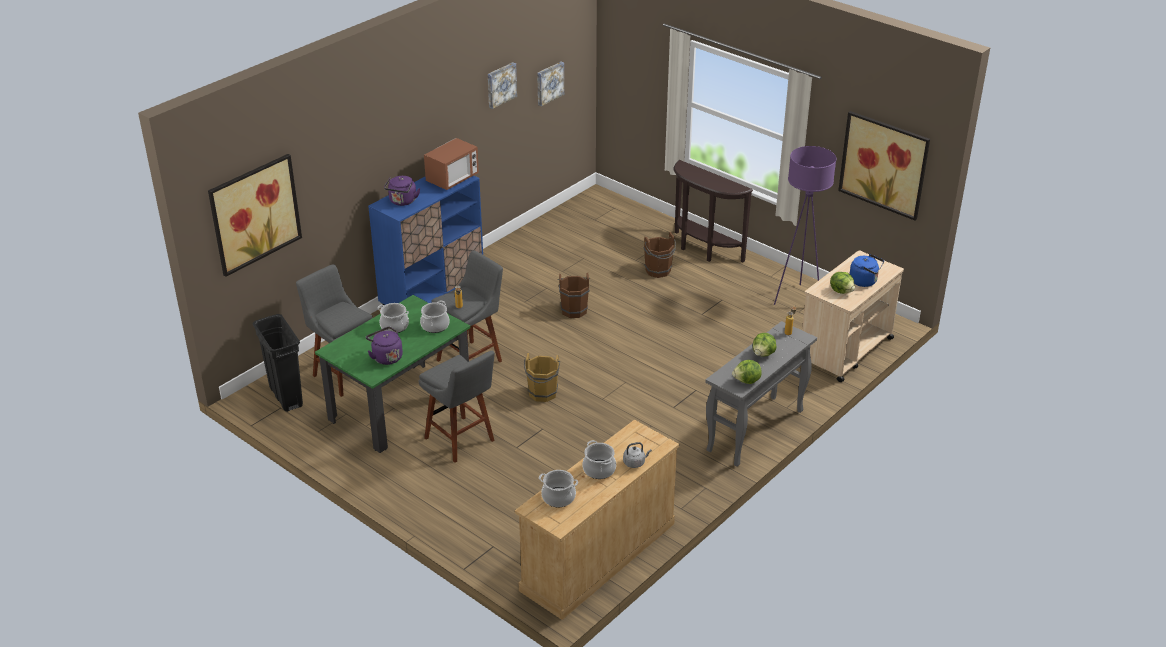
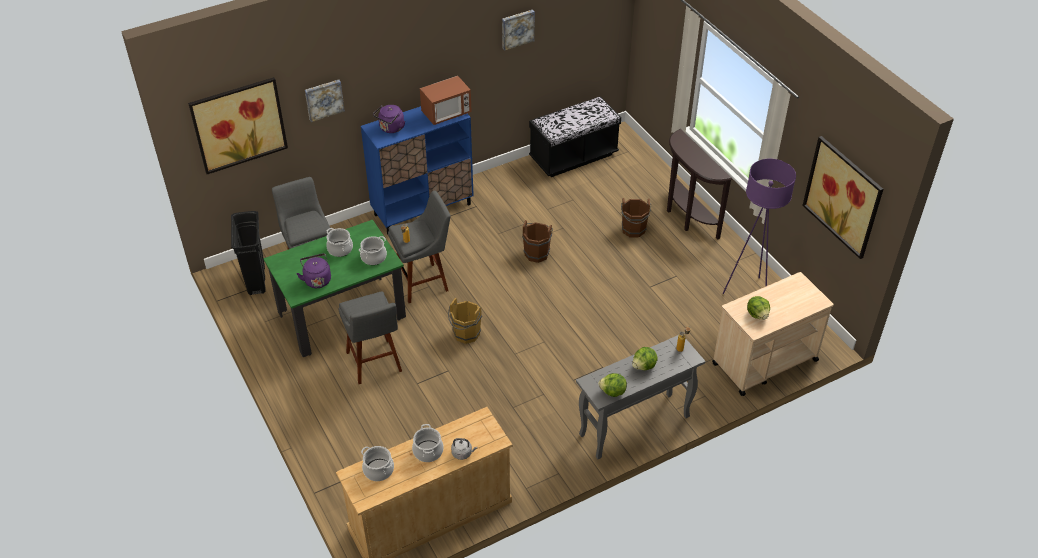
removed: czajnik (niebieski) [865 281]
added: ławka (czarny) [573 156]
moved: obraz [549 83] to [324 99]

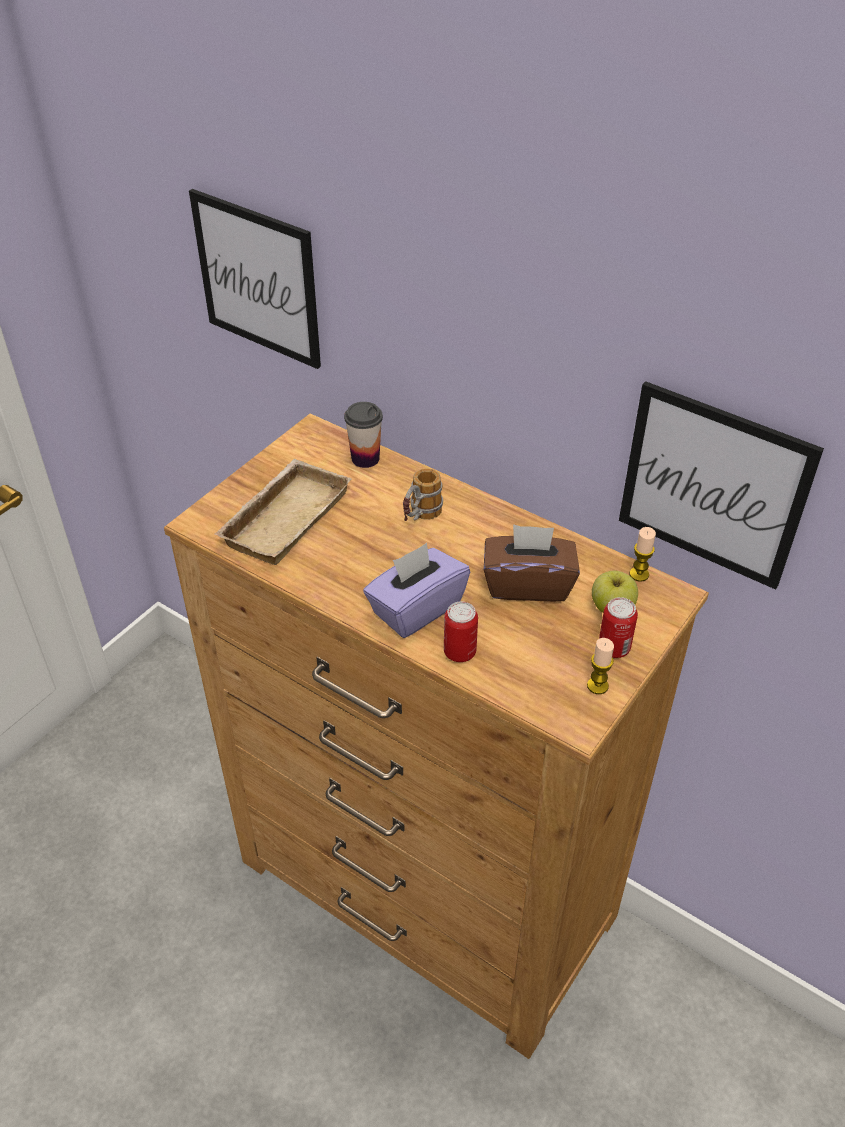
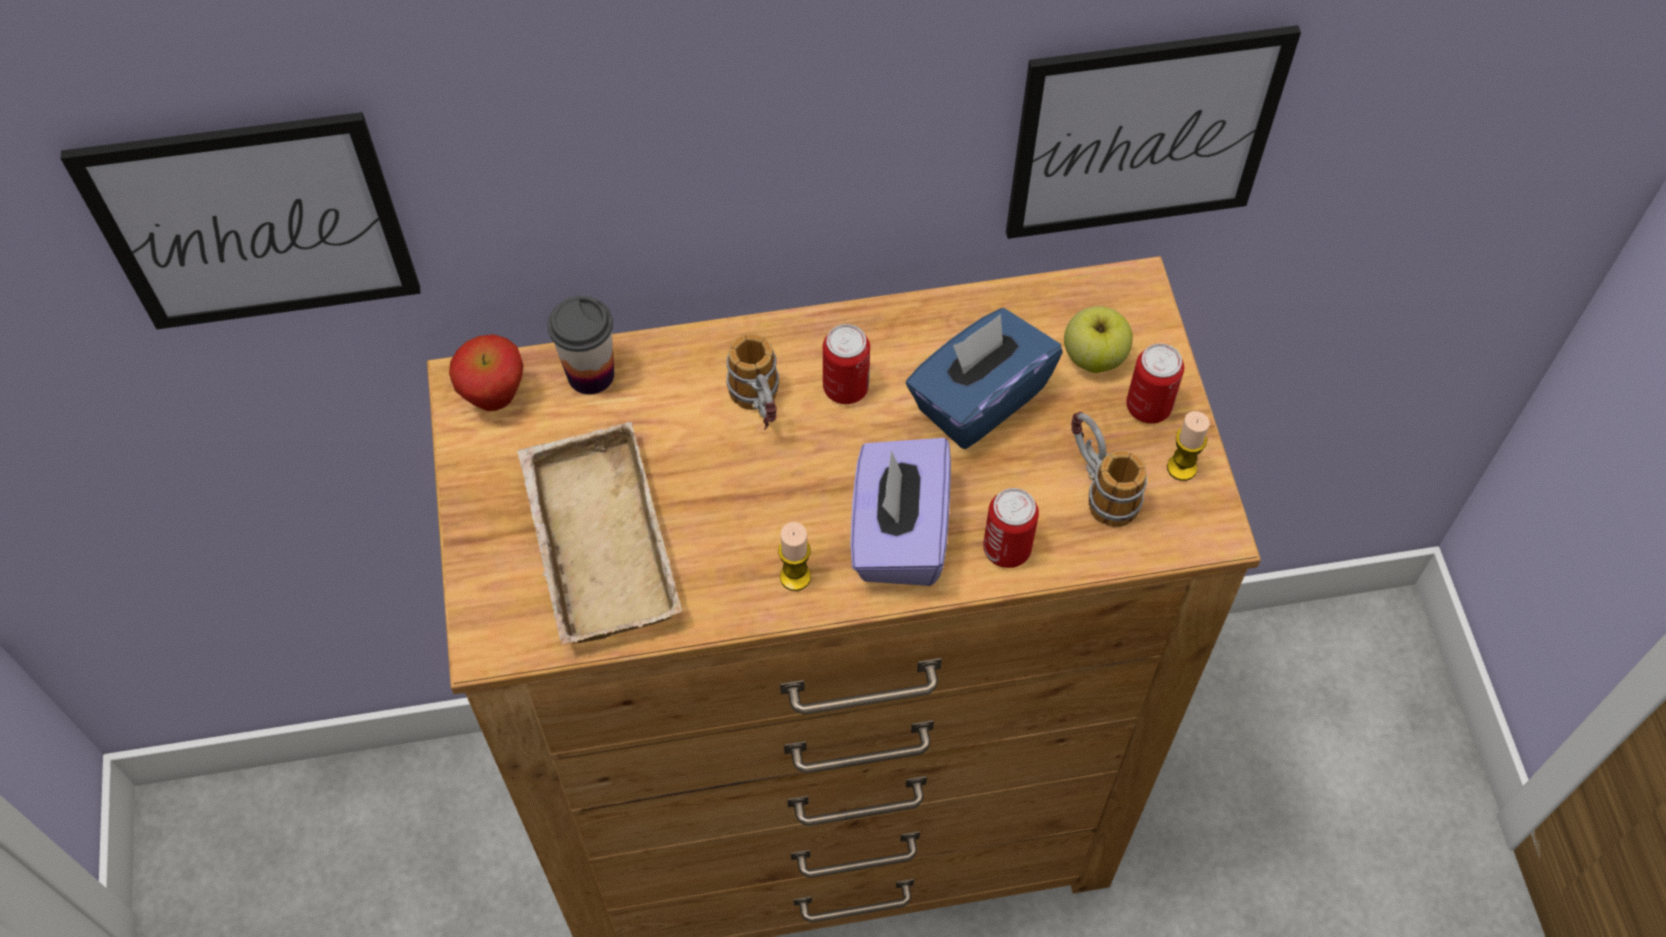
added: jabłko [495 398]; puszka [845 388]; kubek [1098 487]
moved: świeca [639 574] to [795 577]
recoloured: pudełko chusteczek (brązowy) [528 584] to pudełko chusteczek (niebieski) [978 399]

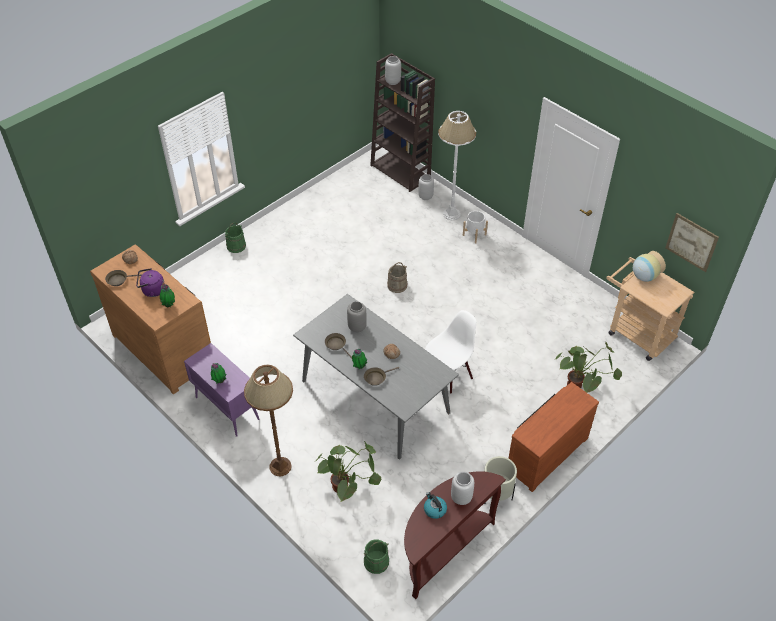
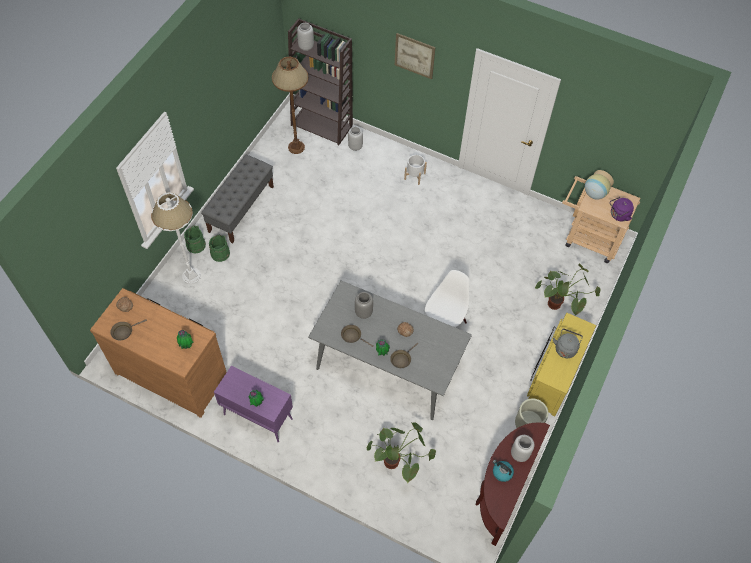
removed: wiadro (beżowy) [397 285]
added: ławka (szary) [241 209]; czajnik (szary) [565 348]
moved: czajnik (fioletowy) [152 291] to [618 215]; lampa stojąca (brązowy) [280 466] to [296 147]; wiadro (zielony) [376 561] to [220 253]; lampa stojąca (biały) [451 214] to [191 276]; obraz [691 242] to [414 55]
recoloured: komoda (brązowy) [545 453] to komoda (żółty) [553 376]

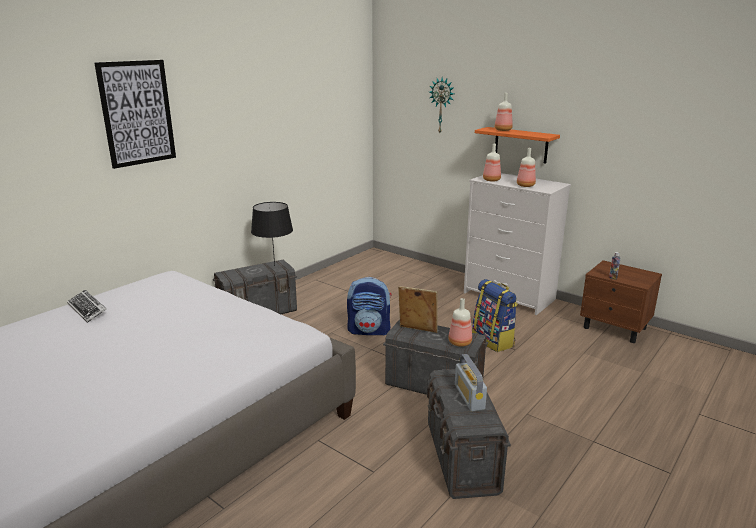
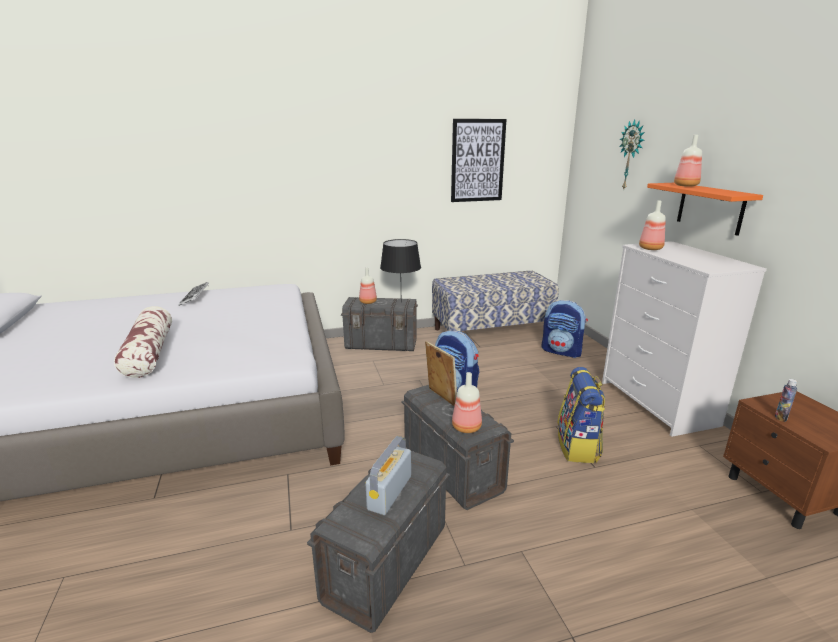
added: poduszka [149 353]; ławka [491 331]; plecak [562 351]
moved: obraz [137 113] to [477 161]; butelka [525 185] to [367 302]

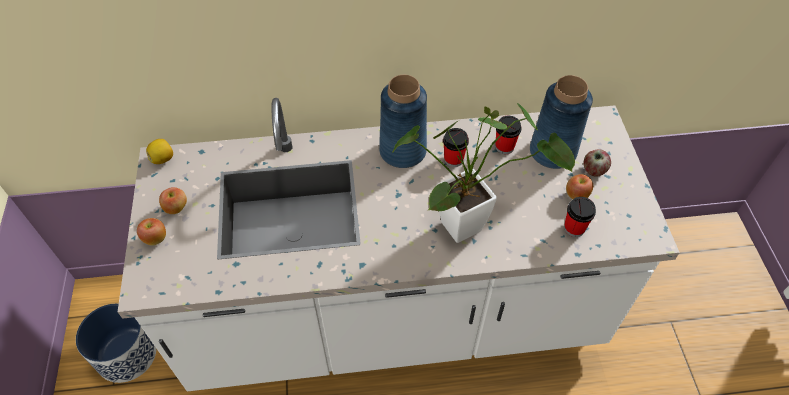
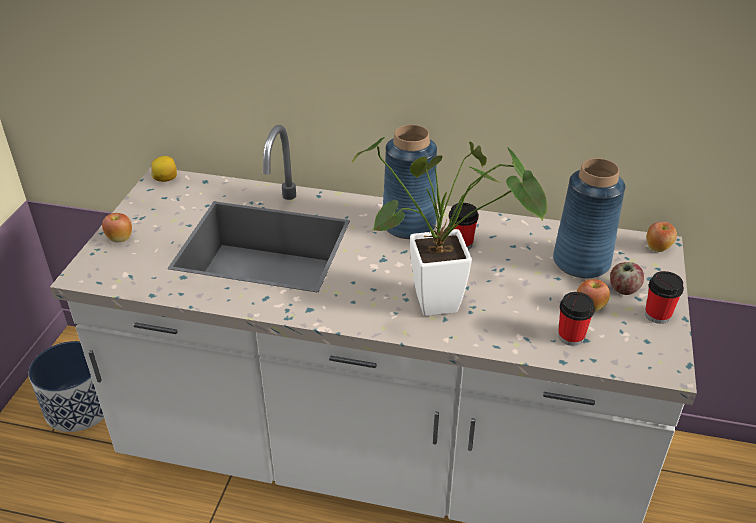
moved: jabłko [176 208] to [658 248]; filiżanka [504 147] to [657 315]

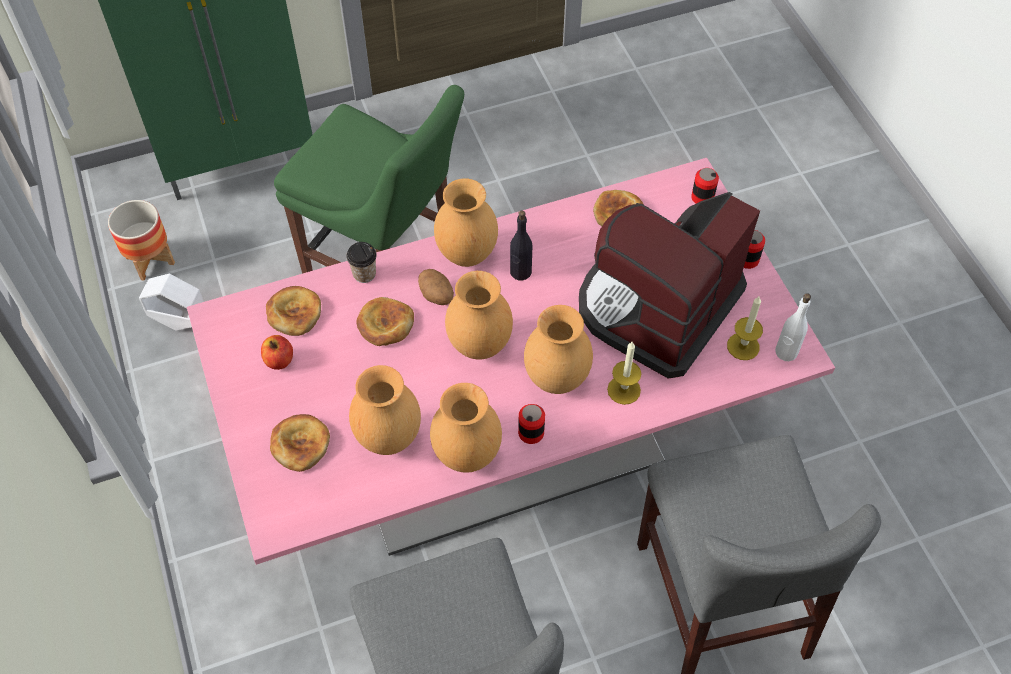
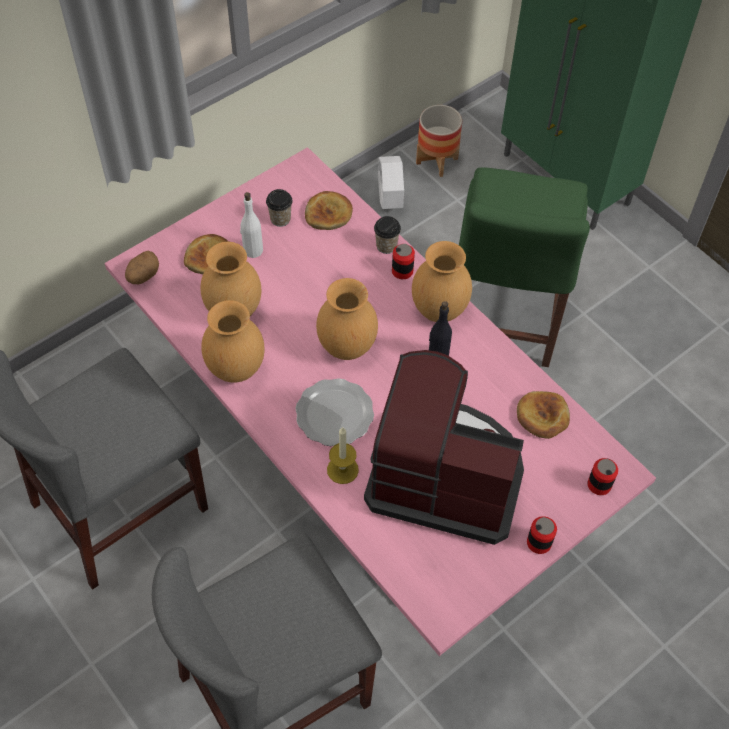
removed: chleb [385 324]; świeca [743 346]
moved: ziemniak [437 296] to [143 276]; puszka [531 433] to [402 271]; butelka (biały) [786 352] to [253 250]
replaced: jabłko [279 360] to filiżanka [280 219]; wazon (brązowy) [556 380] to talerz [333 414]

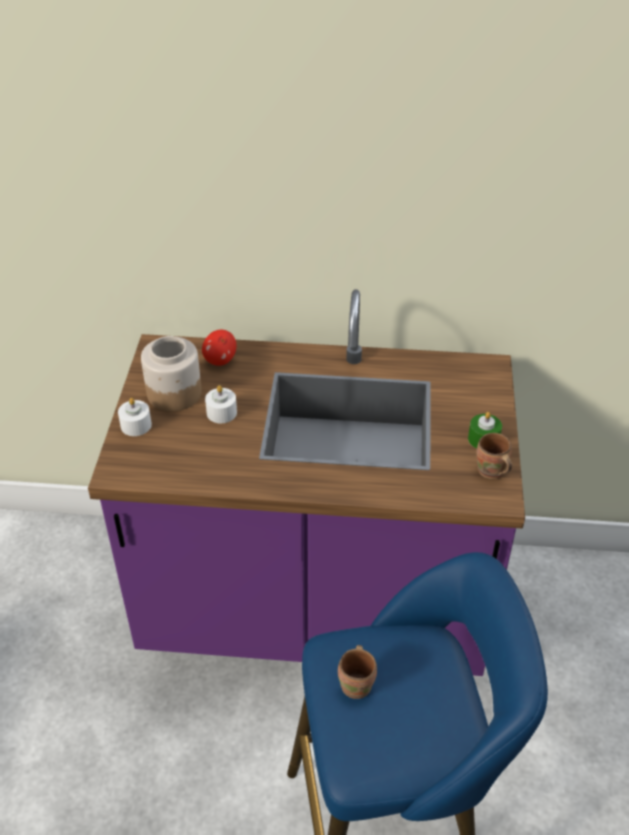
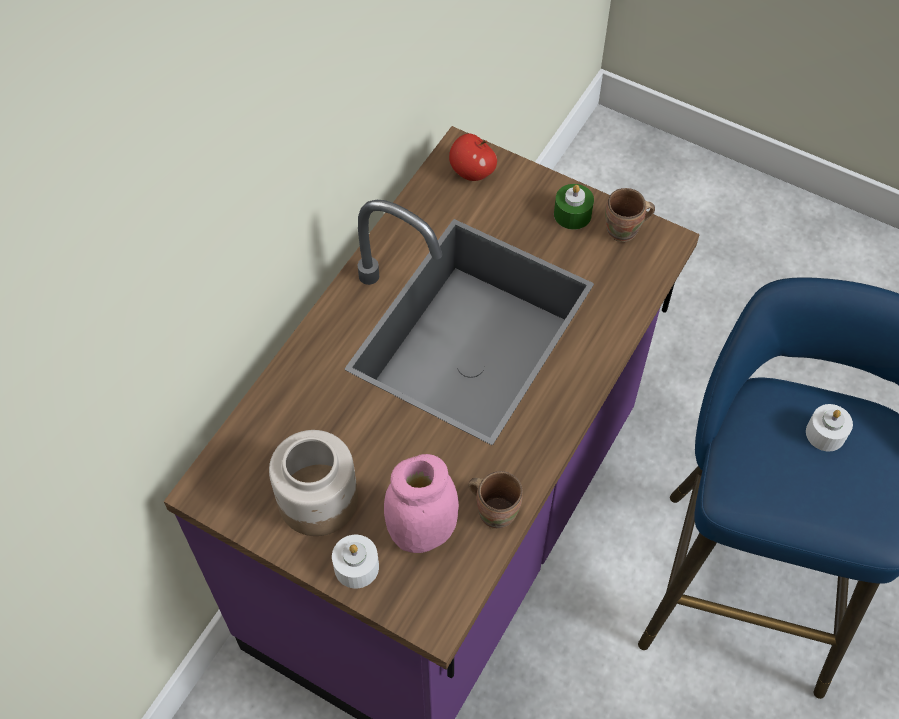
added: słoik (różowy) [422 532]
moved: jabłko [220 360] to [472 172]; świeca (biały) [221 412] to [825 433]; kubek (brązowy) [358 684] to [496 510]

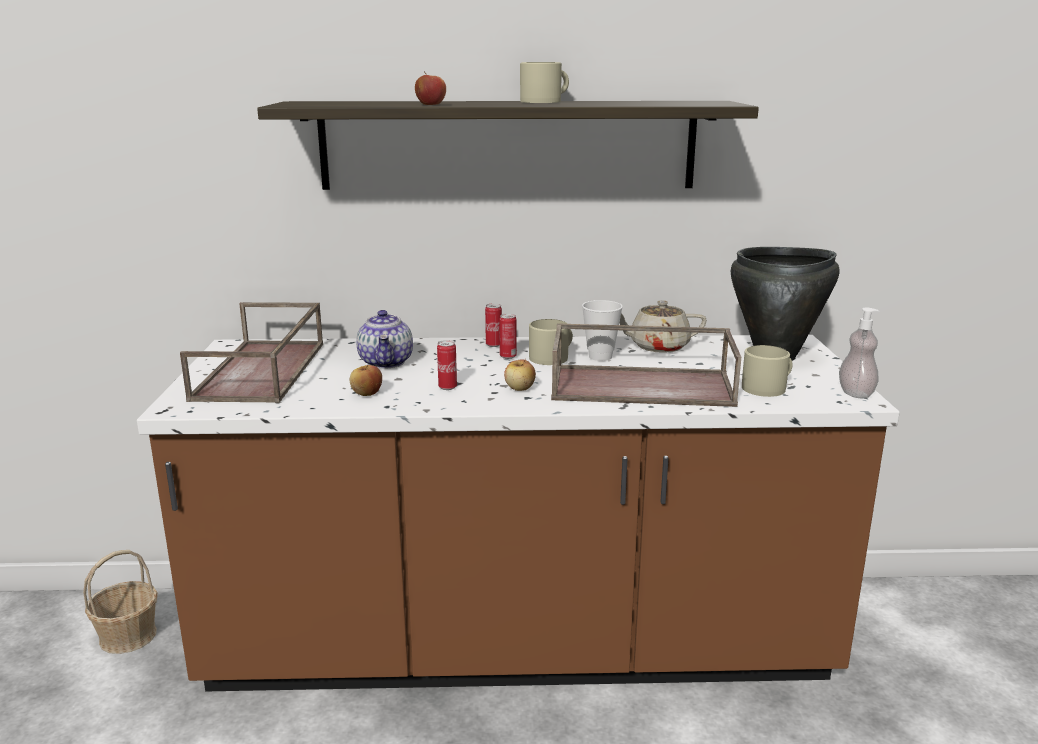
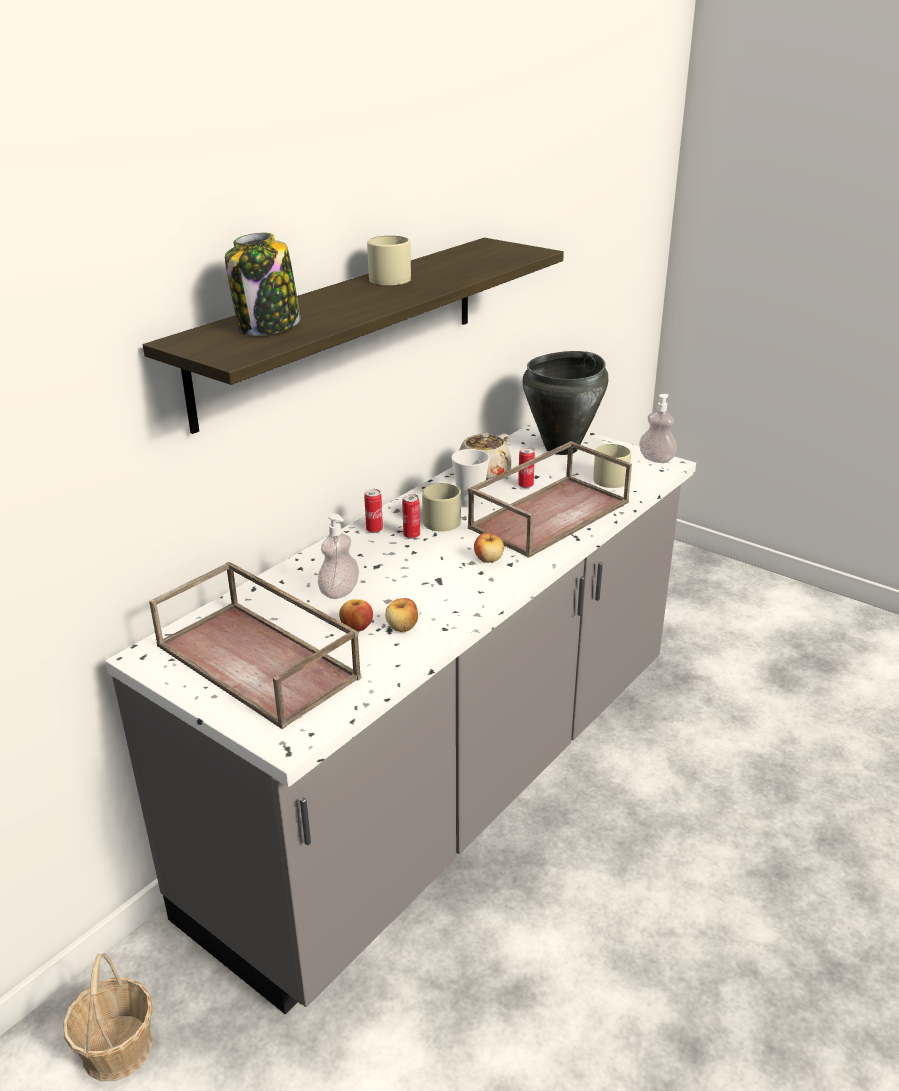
added: słoik [268 327]
moved: jabłko [430 104] to [356 627]; puszka [447 387] to [525 485]
replaced: imbryk [386 362] to dozownik mydła [339 591]
recoloured: zabudowa kuchenna (brązowy) [519 646] to zabudowa kuchenna (szary) [451 784]

